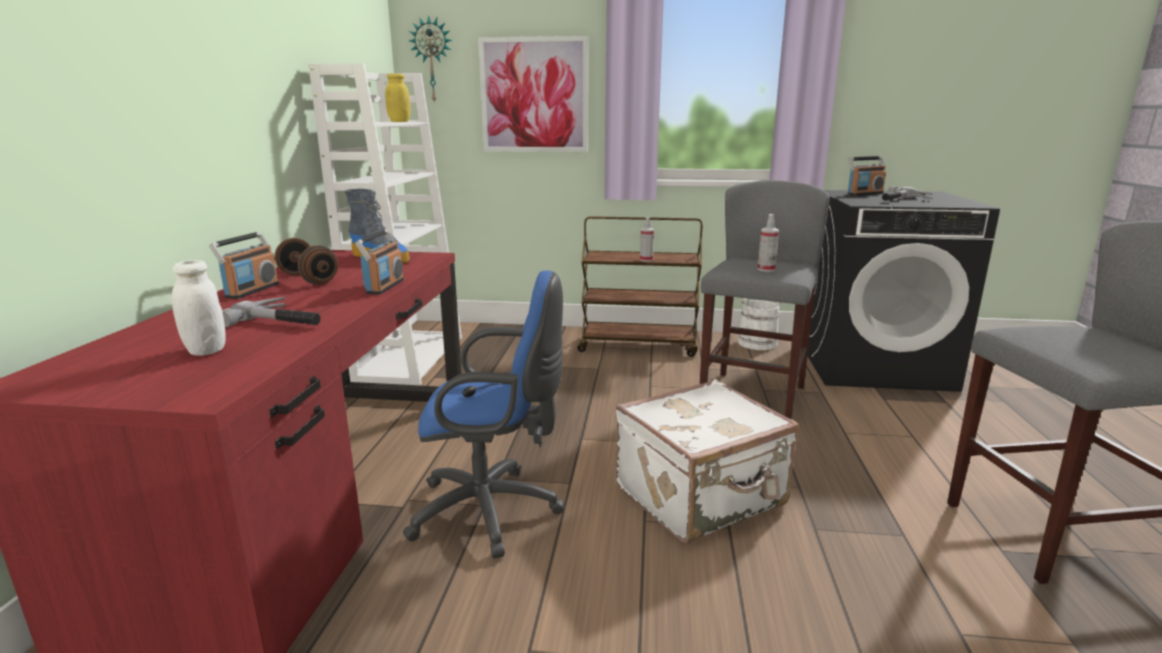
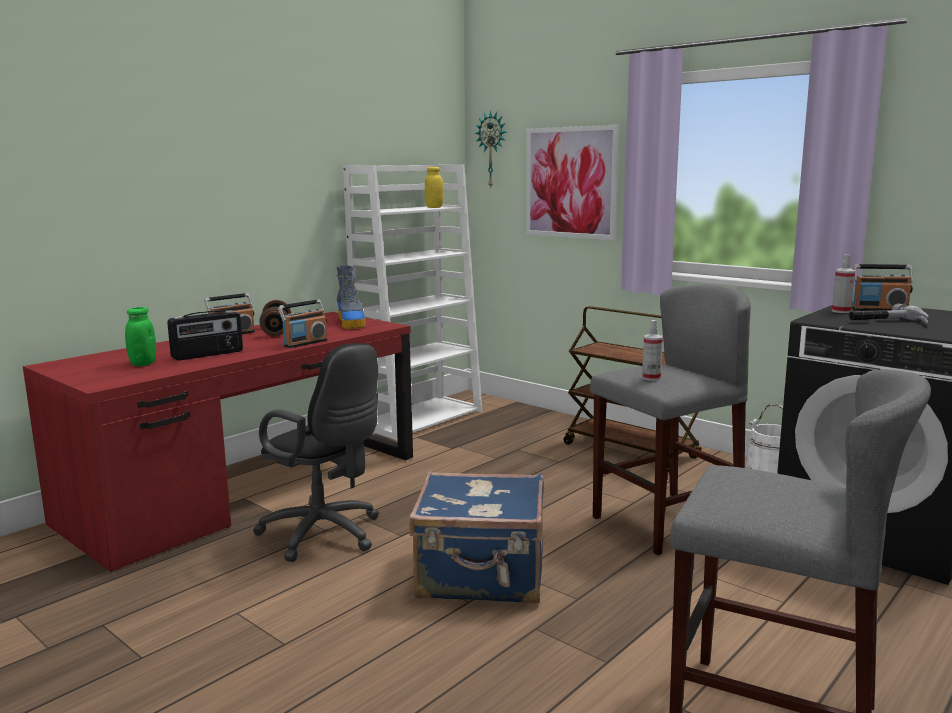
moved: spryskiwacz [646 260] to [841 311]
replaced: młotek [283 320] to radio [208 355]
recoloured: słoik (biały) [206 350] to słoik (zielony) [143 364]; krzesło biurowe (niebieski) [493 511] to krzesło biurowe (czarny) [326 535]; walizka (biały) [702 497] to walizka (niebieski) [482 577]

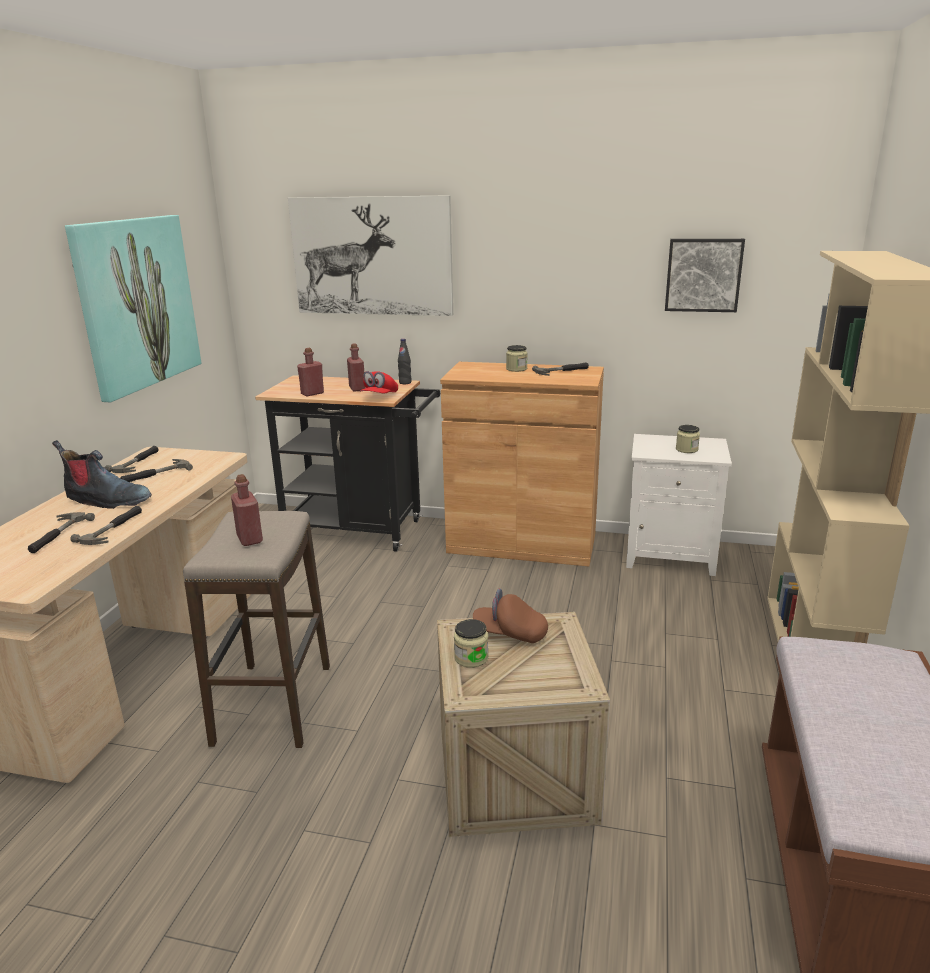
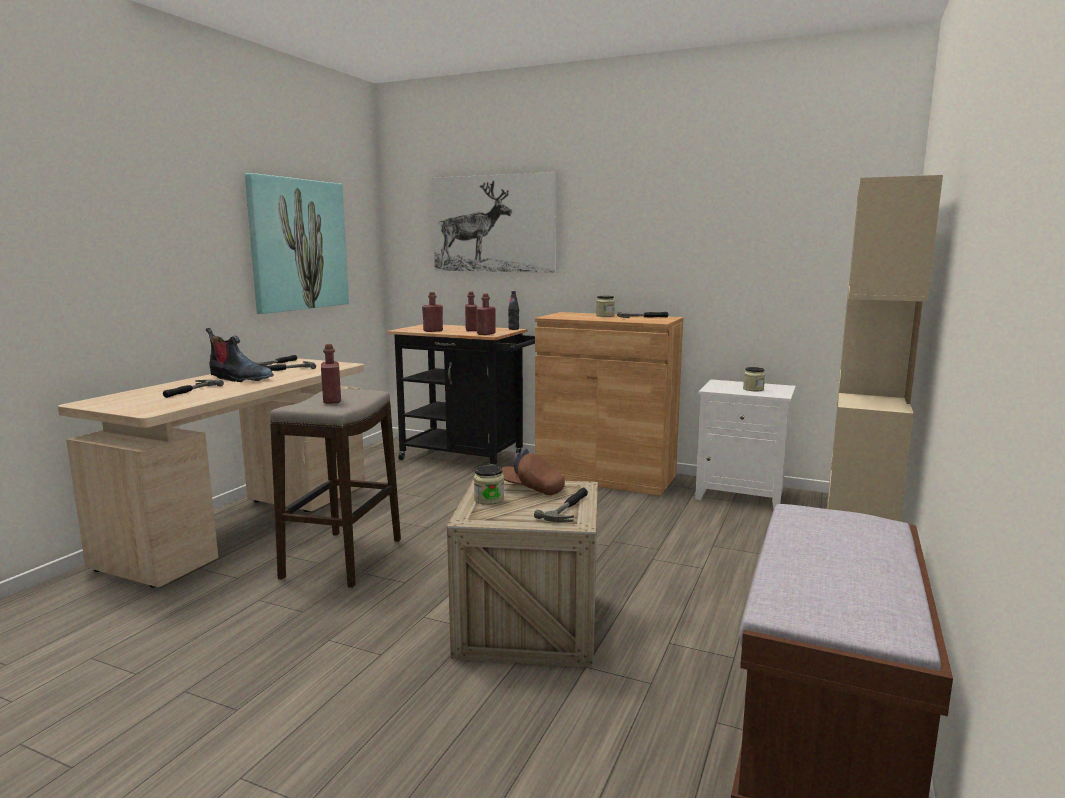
removed: obraz [703 275]
moved: młotek [114 529] to [569 509]
replaced: czapka z daszkiem (czerwony) [379 396] to butelka (czerwony) [486 334]

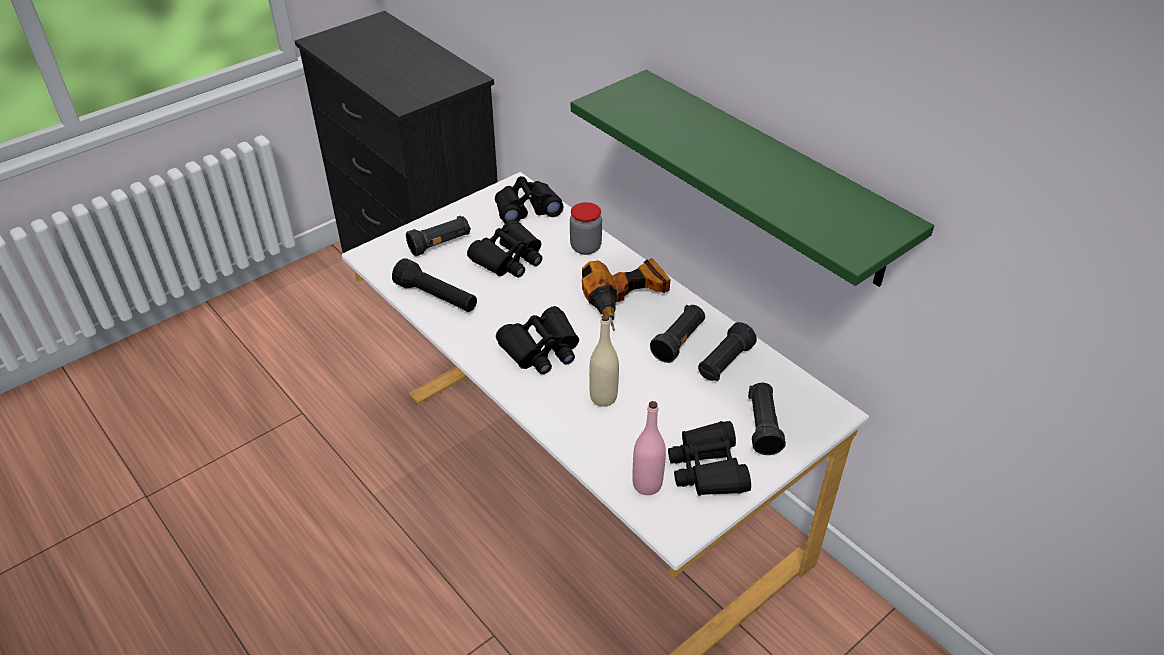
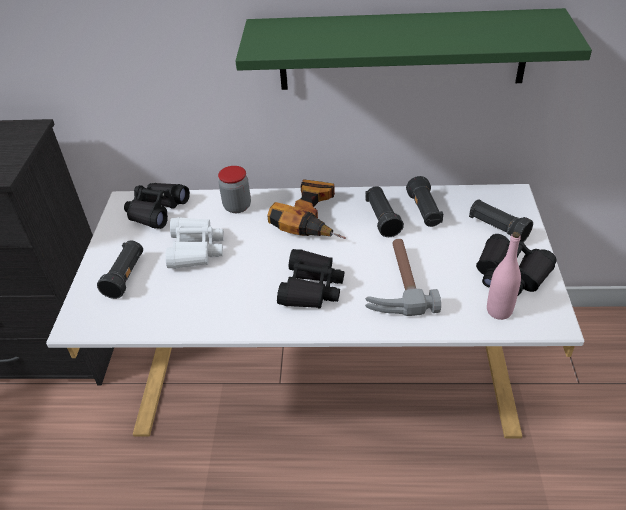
removed: latarka (czarny) [437 297]
replaced: butelka (beżowy) [603 397] to młotek [395 284]
recoloured: lornetka (czarny) [509 259] to lornetka (biały) [195 249]

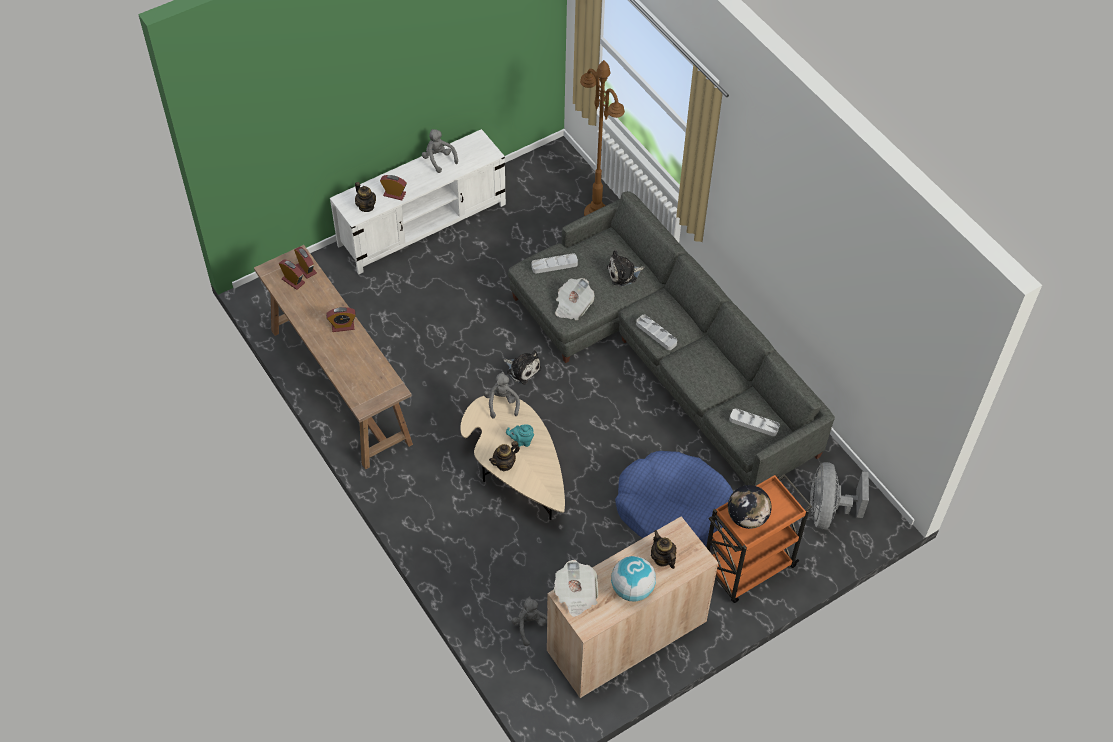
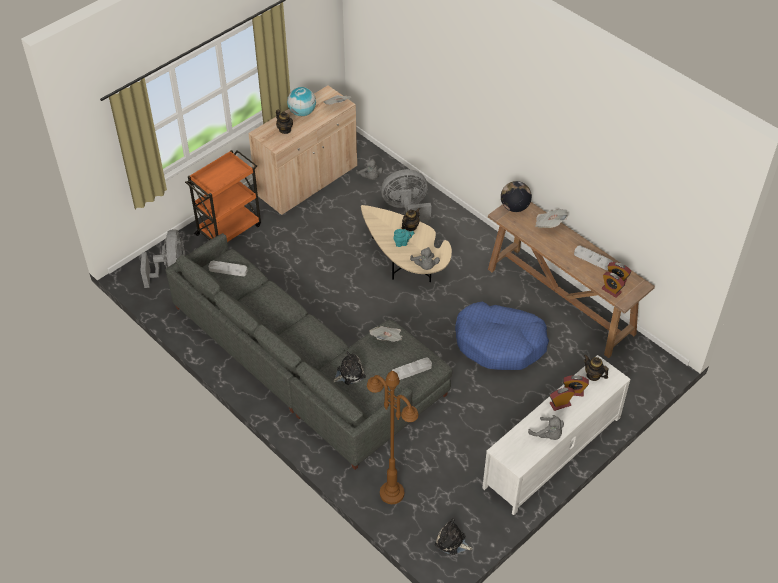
added: wentylator (szary) [407 209]; gazeta [549 224]
moved: budzik [343 326] to [560 404]; pluszak [522 369] to [452 542]; legowisko (niebieski) [674 509] to [500 343]; taca (szary) [656 334] to [592 259]; globus [747 518] to [514 207]

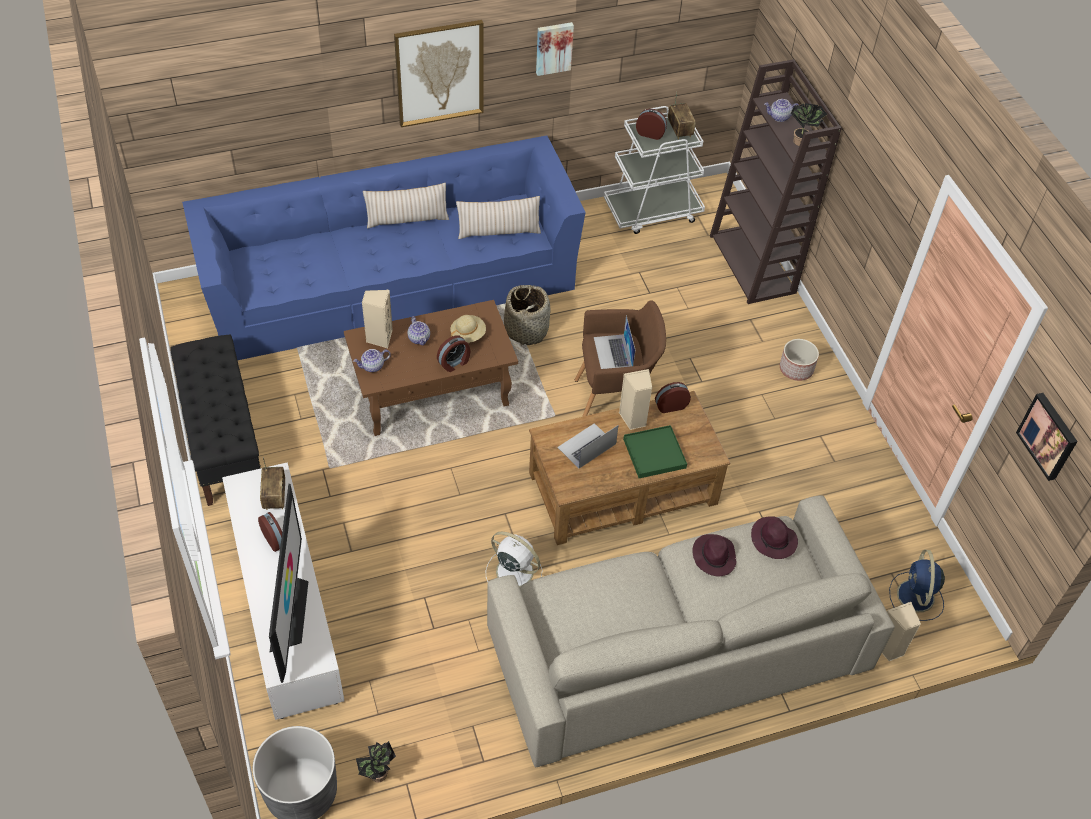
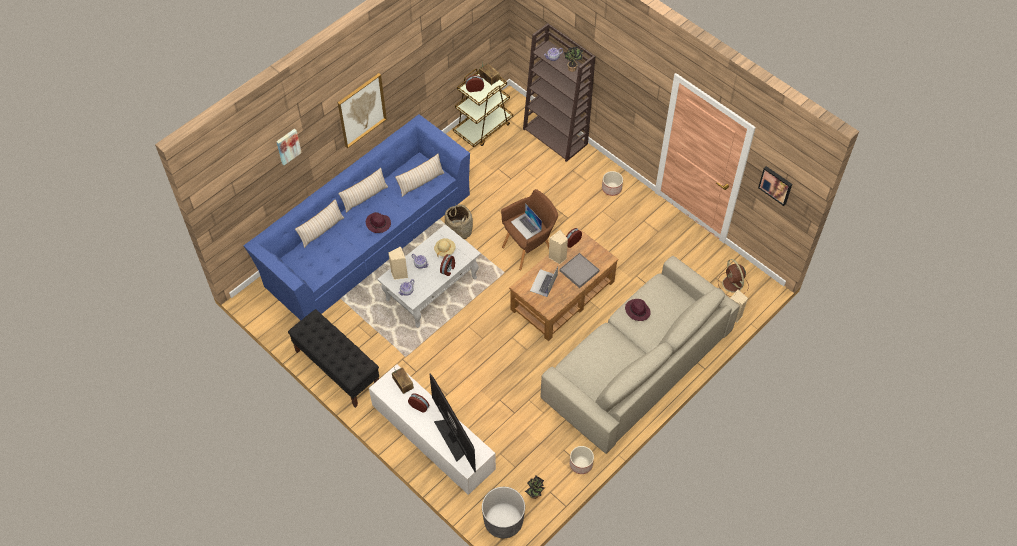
removed: wentylator (biały) [513 571]
added: poduszka (beżowy) [321 230]; donica [581 464]
moved: obraz [553 47] to [288 146]; kapelusz (fioletowy) [774 540] to [378 224]
recoloured: ława (brązowy) [433 391] to ława (biały) [432 288]; wózek (biały) [653 211] to wózek (brązowy) [483 127]; taca (zielony) [654 454] to taca (szary) [579 271]; wentylator (niebieski) [915 597] to wentylator (brązowy) [733 284]

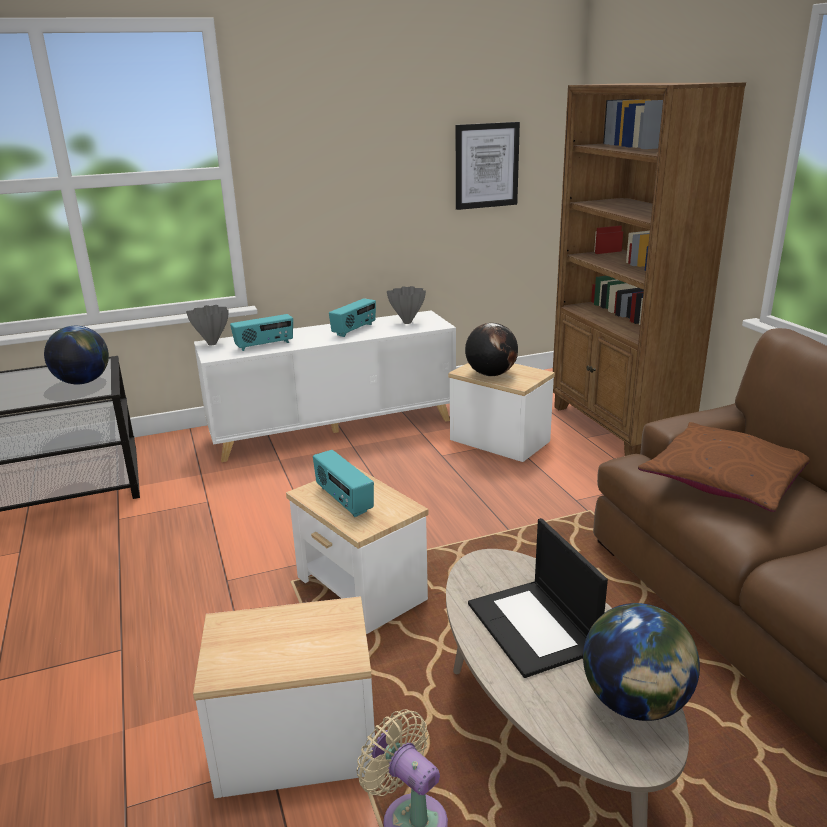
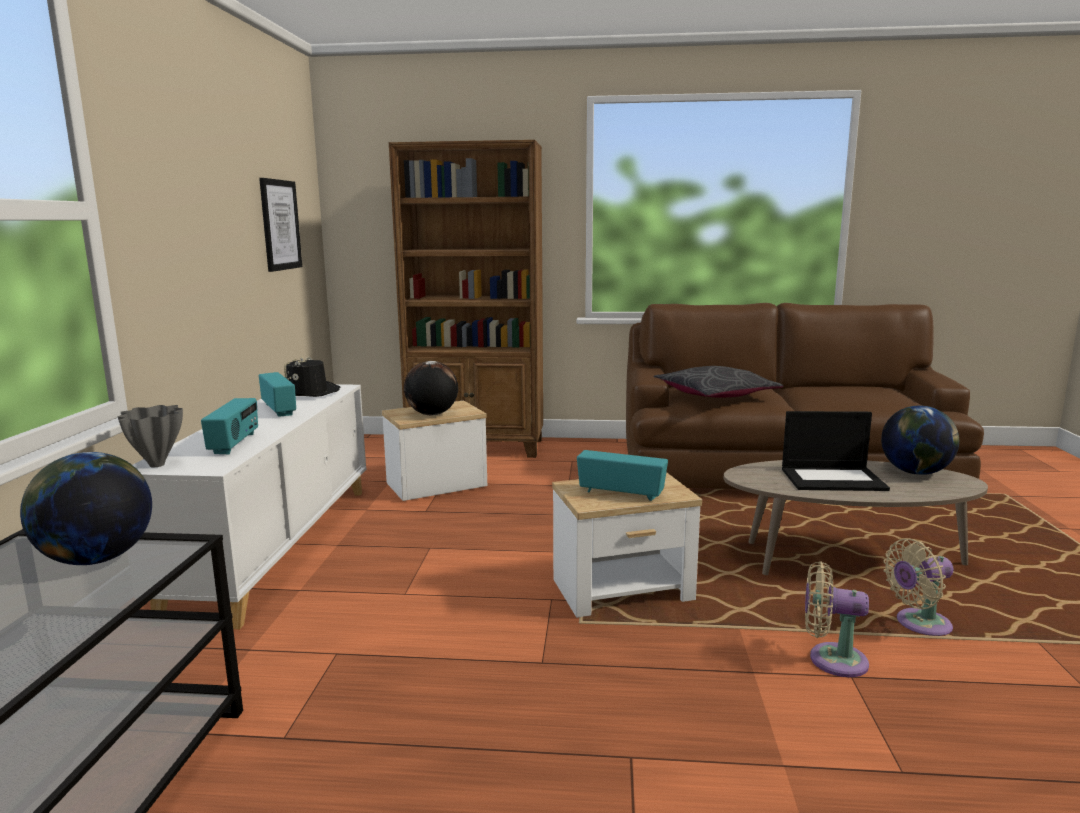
replaced: stolik [296 745] to wentylator (beżowy) [831 659]; wazon (szary) [408 322] to kapelusz (czarny) [307 393]
recoloured: poduszka (brązowy) [724 480] to poduszka (szary) [715 395]
turned: radio [343 500] = [621 493] 150 degrees counterclockwise

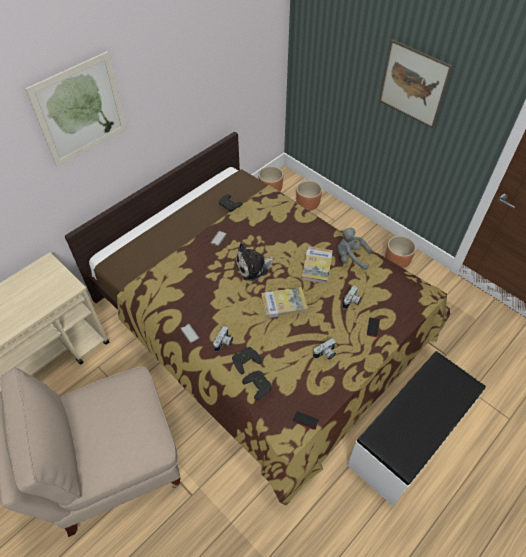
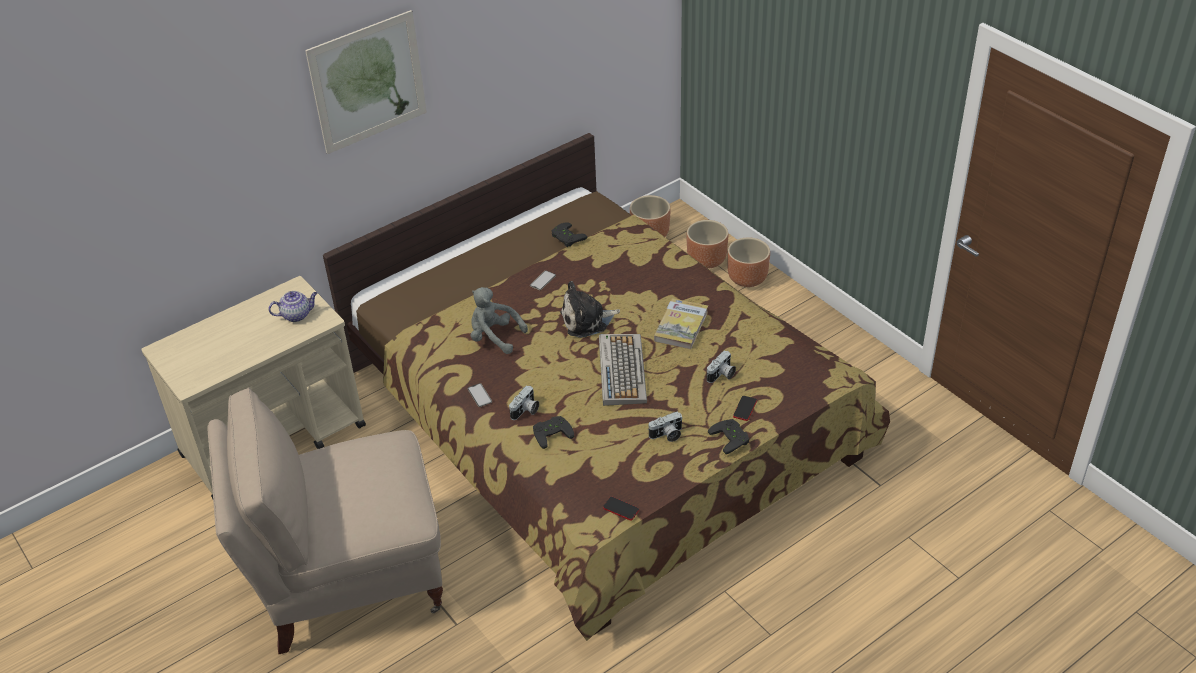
removed: ławka (biały) [406 439]; obraz [413 84]
added: imbryk [297 315]
moved: pad do gier (czarny) [259 385] to [732 437]; pluszak (szary) [350 258] to [494 337]; donica (brązowy) [397 261] to [747 278]
replaced: książka [284 304] to klawiatura [621 370]

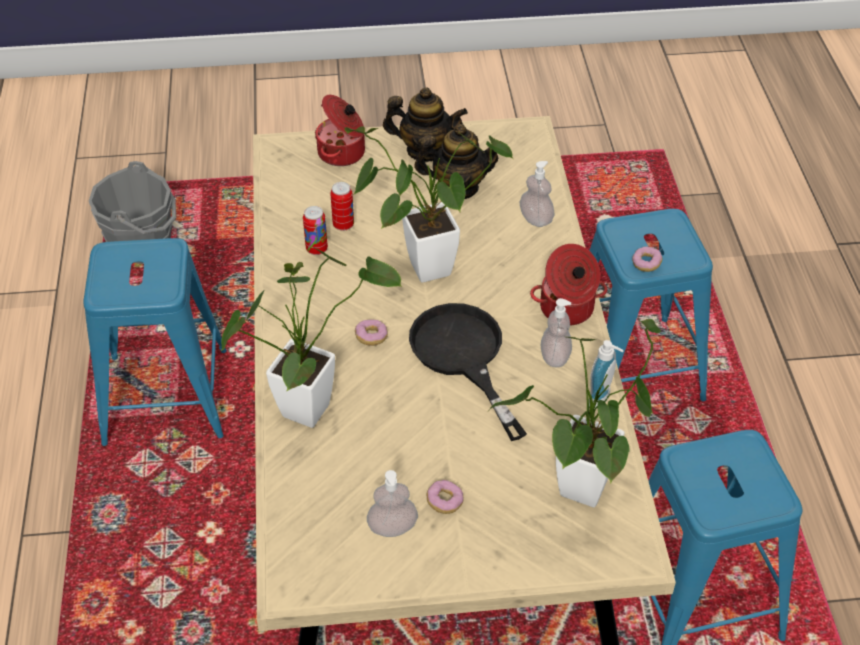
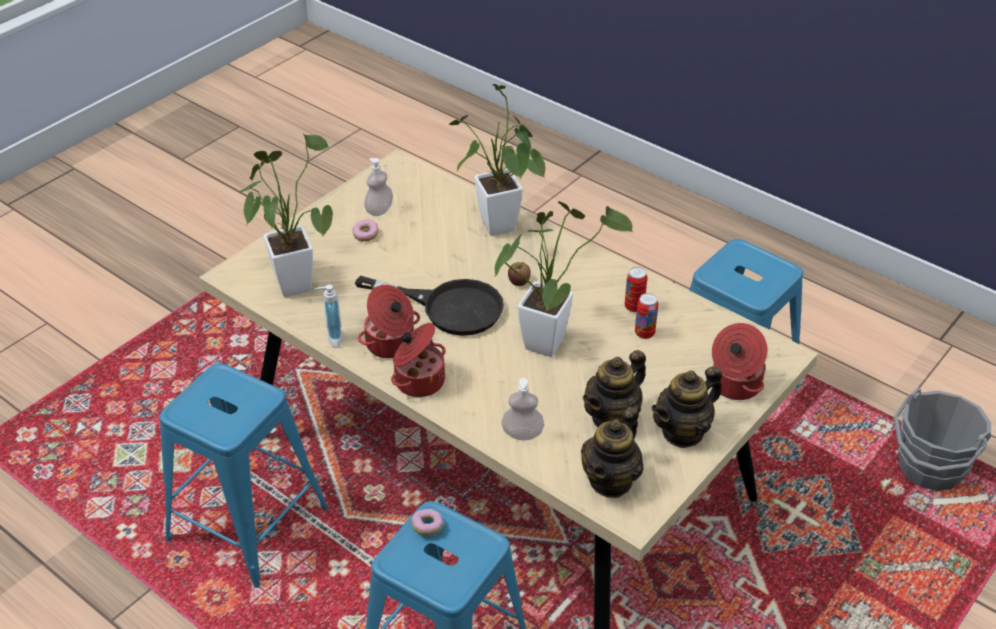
added: imbryk [611 480]
replaced: donut [371 337] to jabłko [519 281]; dozownik mydła [555 357] to garnek [391 344]

